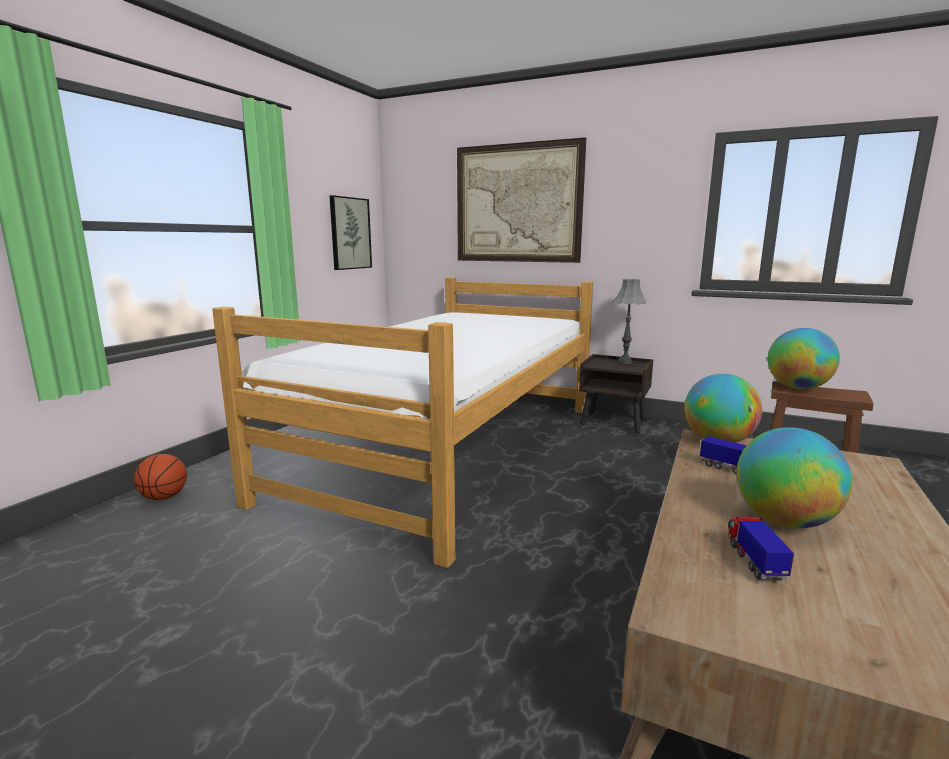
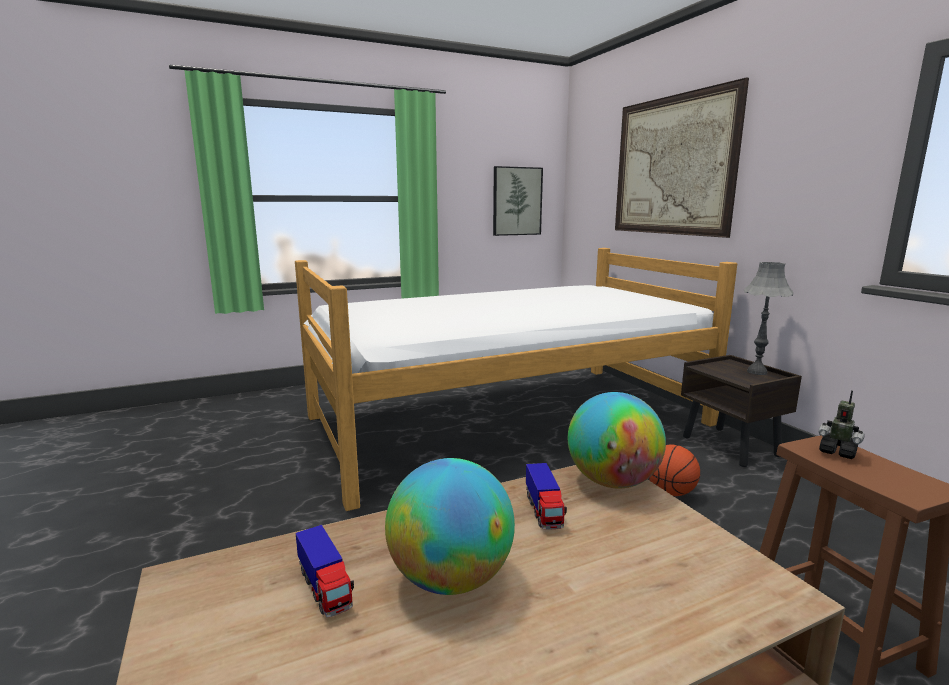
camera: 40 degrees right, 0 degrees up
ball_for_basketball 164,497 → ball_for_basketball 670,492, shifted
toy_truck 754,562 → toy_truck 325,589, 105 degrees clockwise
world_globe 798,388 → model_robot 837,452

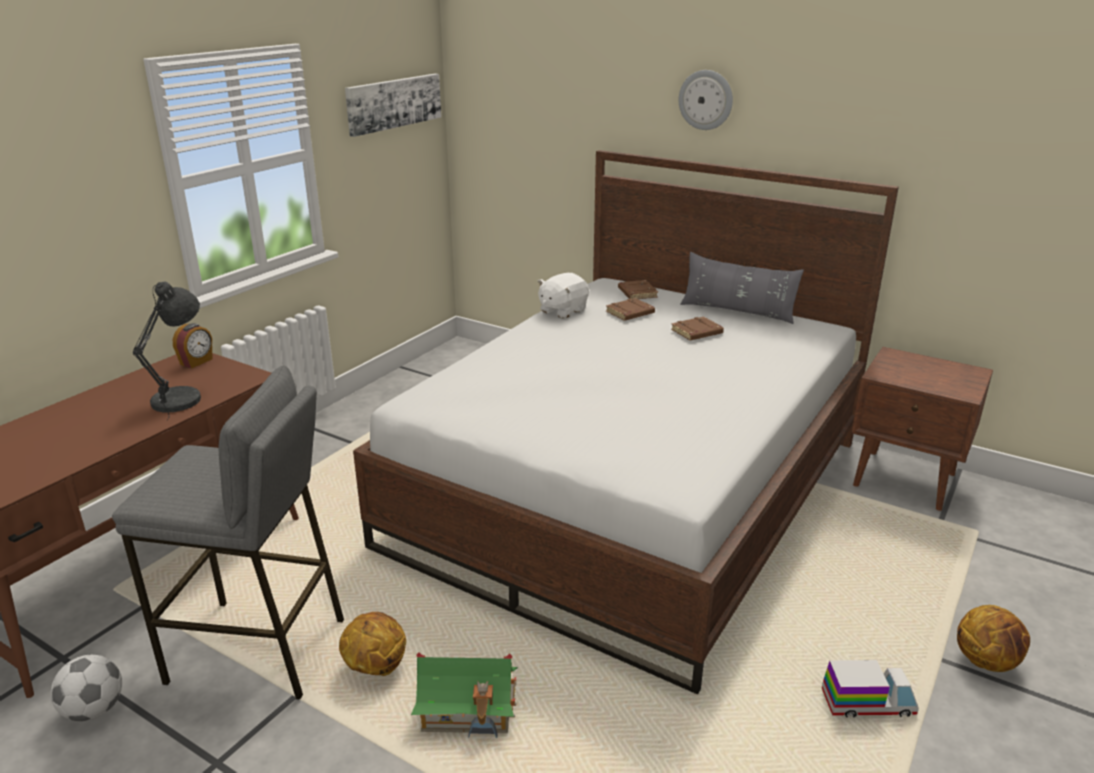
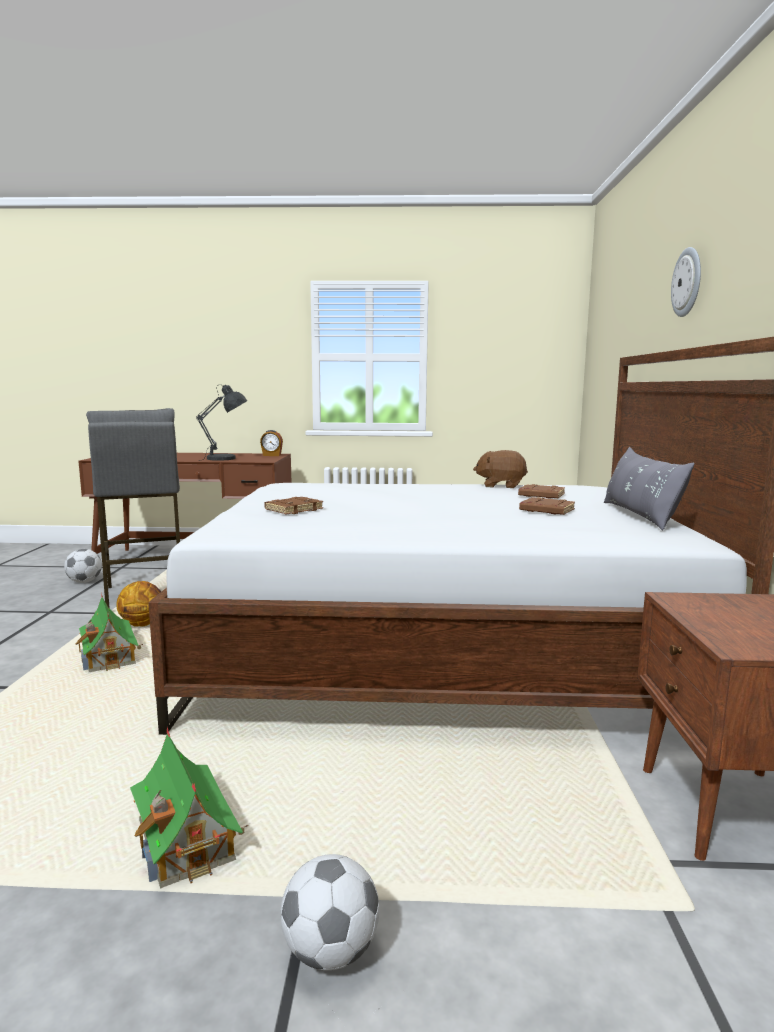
camera: 60 degrees right, 15 degrees down
wall_art 393,103 → -
white_soft_toy 562,311 → brown-coloured_soft_toy 501,485
brown-coloured_bound_book 636,293 → brown-coloured_bound_book 294,509, shifted
toy_truck 867,704 → miniature_house 185,841
ball_for_basketball 987,661 → football 330,951

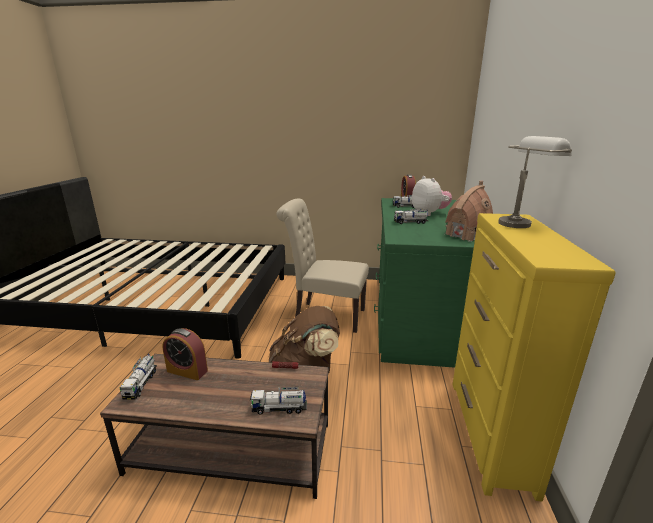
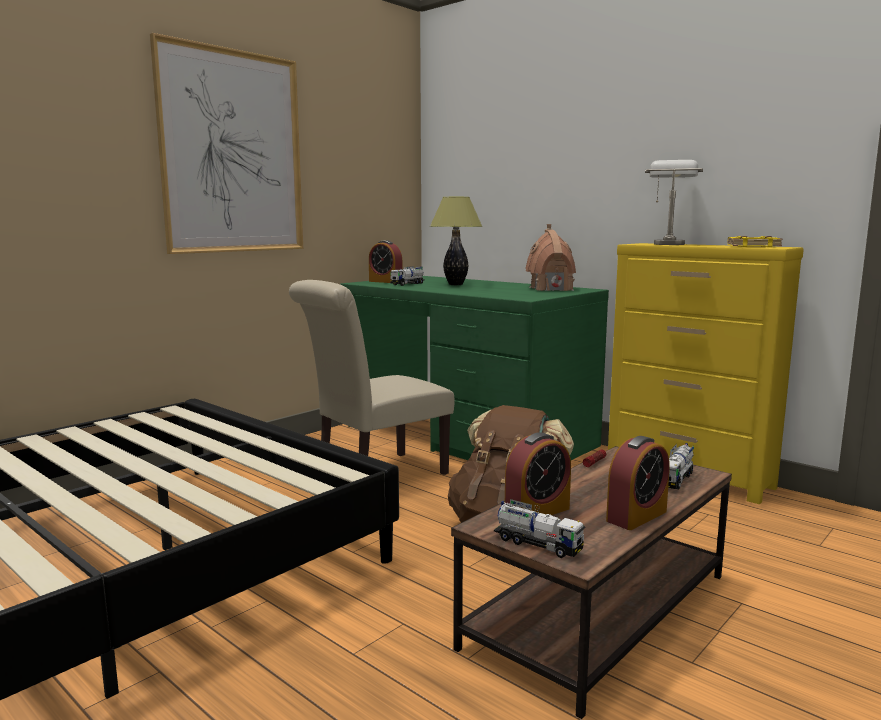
camera: 55 degrees left, 10 degrees down
toy_truck 410,222 → -
soft_toy 429,213 → lamp_for_a_table 455,284
- → wall_art 233,152
- → table_clock 636,516
- → yellow_bound_book 753,246

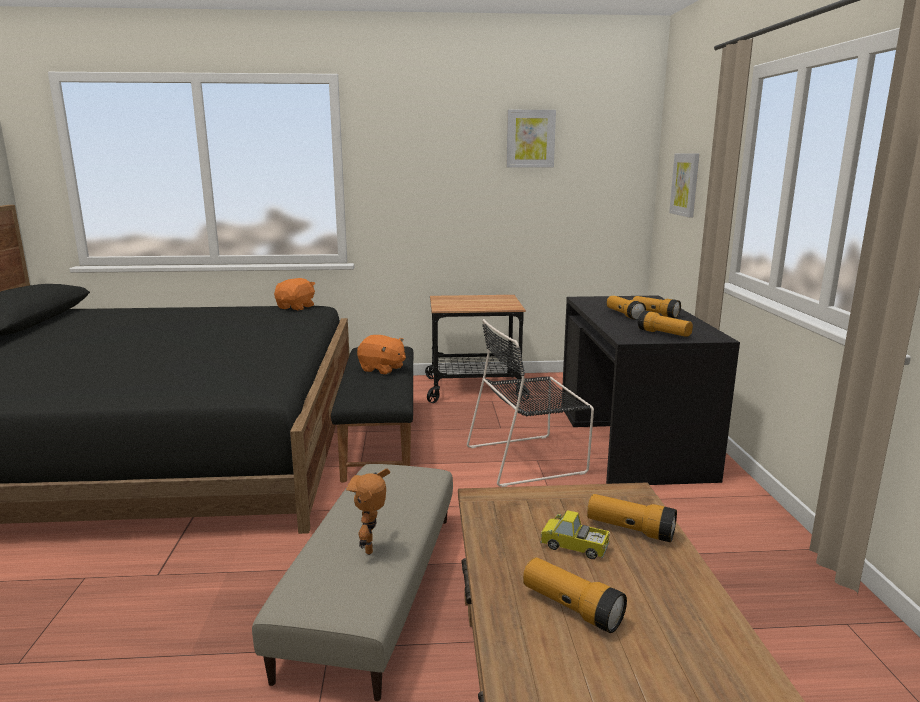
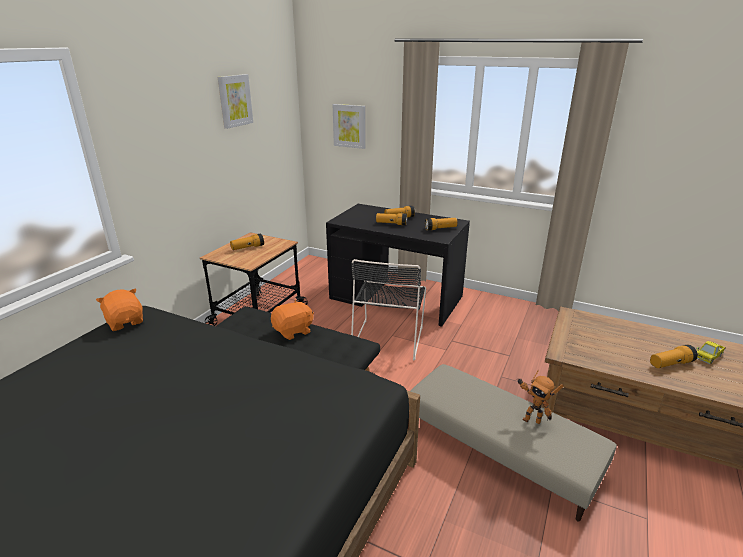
camera: 60 degrees left, 10 degrees up
toy_truck 574,547 → toy_truck 708,357, shifted
hand_torch 630,530 → hand_torch 247,248, shifted

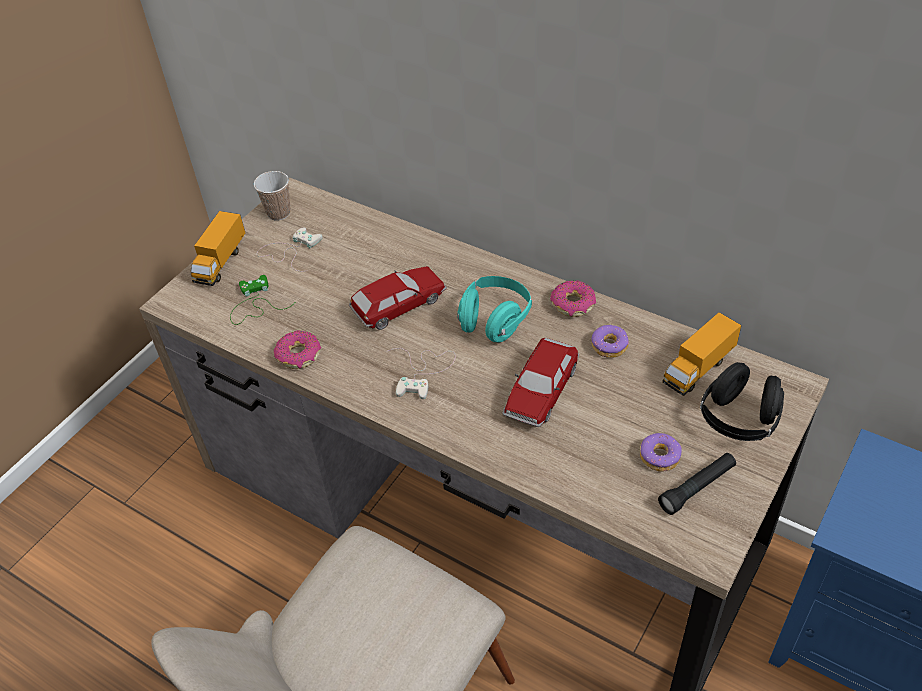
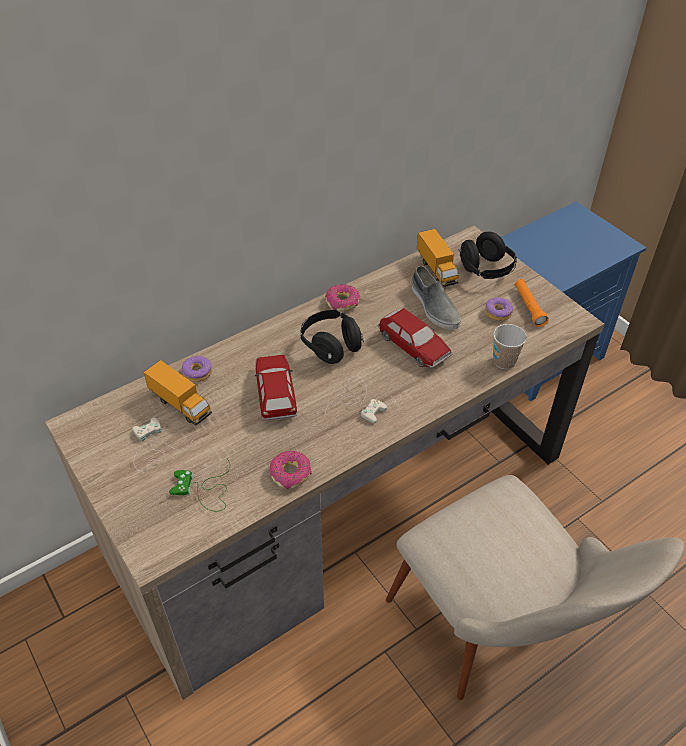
camera: 70 degrees left, 0 degrees up
toy_truck 221,262 → toy_truck 180,405, shifted
drinking_cup 278,213 → drinking_cup 504,361, shifted
blue-green_headset 494,320 → blackish_headset 331,346
doughnut 609,346 → doughnut 198,372, shifted
blackish_hand_torch 697,488 → orange-coloured_hand_torch 529,307
- → greyish_low_shoe 434,306

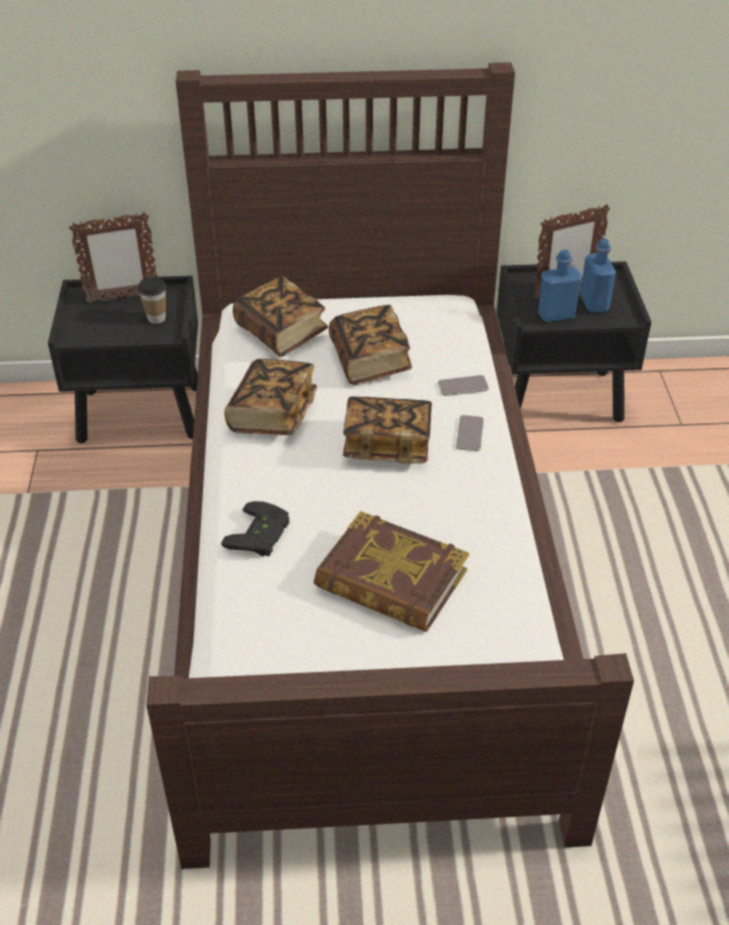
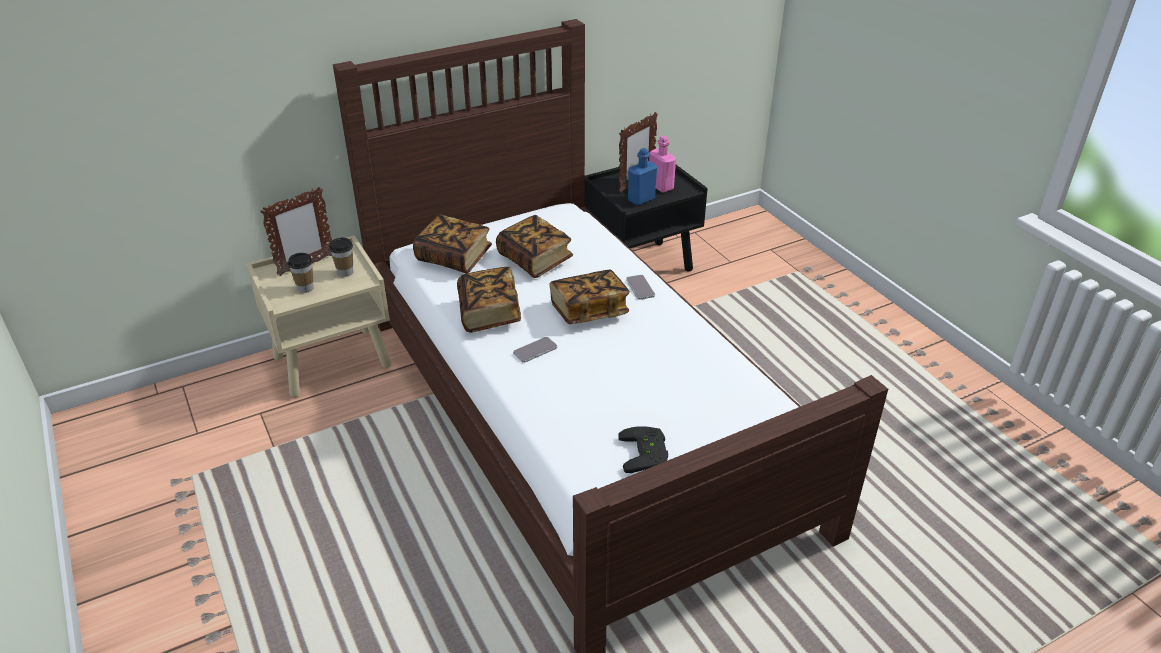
camera: 25 degrees left, 5 degrees down
blackish_nightstand 142,413 → beige-coloured_nightstand 333,361
blackish_joypad 261,535 → blackish_joypad 647,453, shifted
bound_book 390,581 → -
phone 463,386 → phone 535,350, shifted
bluish_beverage_bottle 594,304 → pinkish_beverage_bottle 660,186
- → drinking_cup 305,288

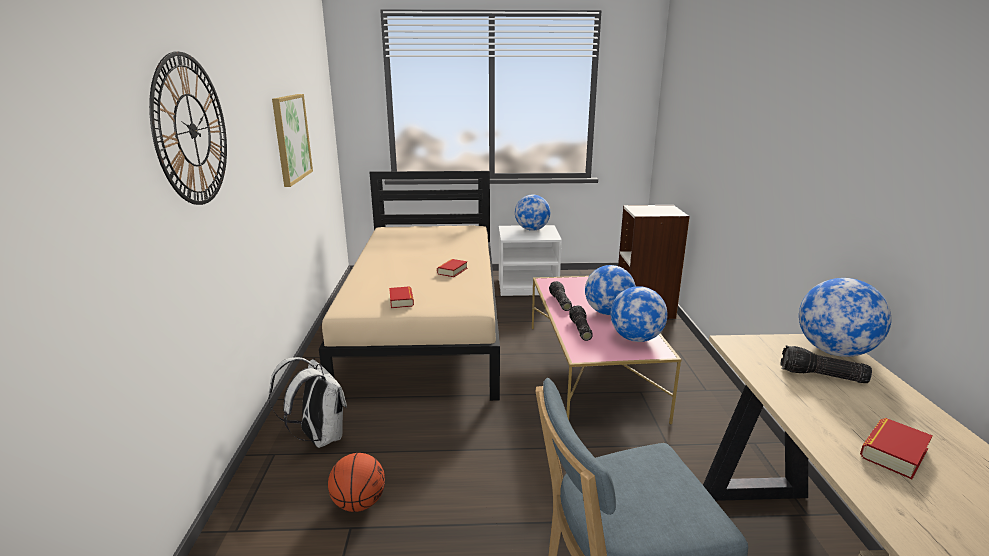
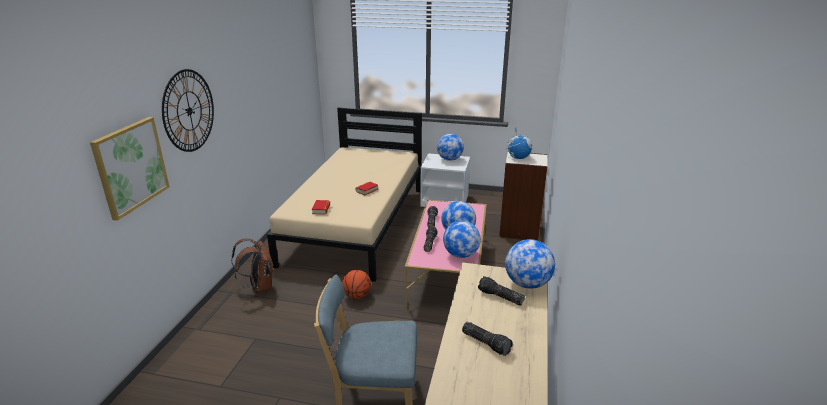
camera: 15 degrees right, 5 degrees up
white_backpack 318,437 → brown-coloured_backpack 259,287
wall_art 291,138 → wall_art 131,166, shifted
ball_for_basketball 358,503 → ball_for_basketball 357,296, shifted
bound_book 893,453 → hand_torch 486,343
- → world_globe 518,158

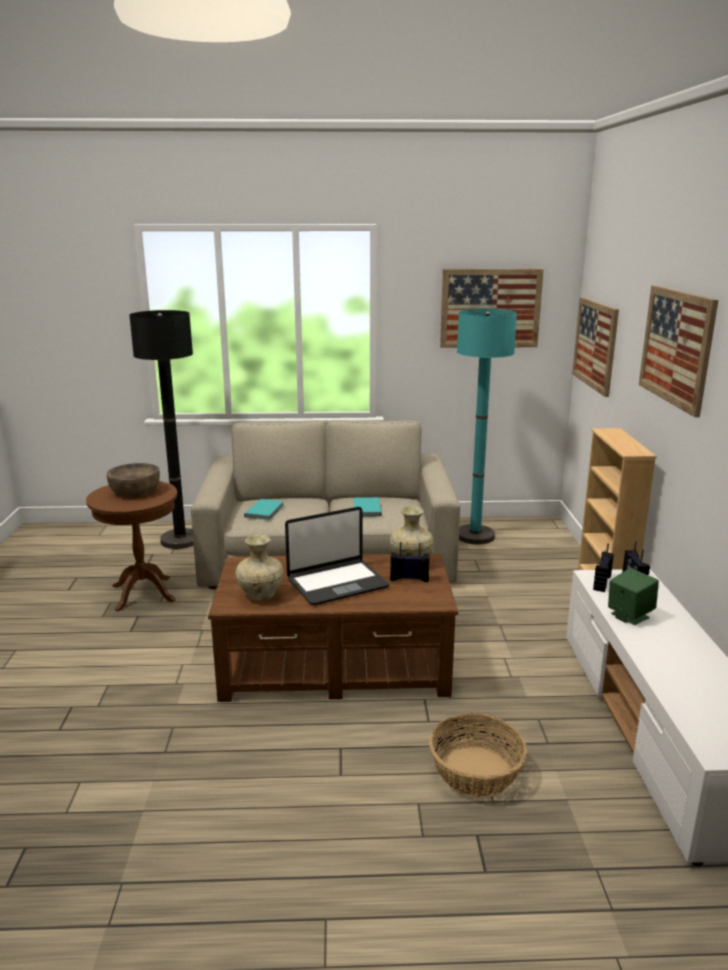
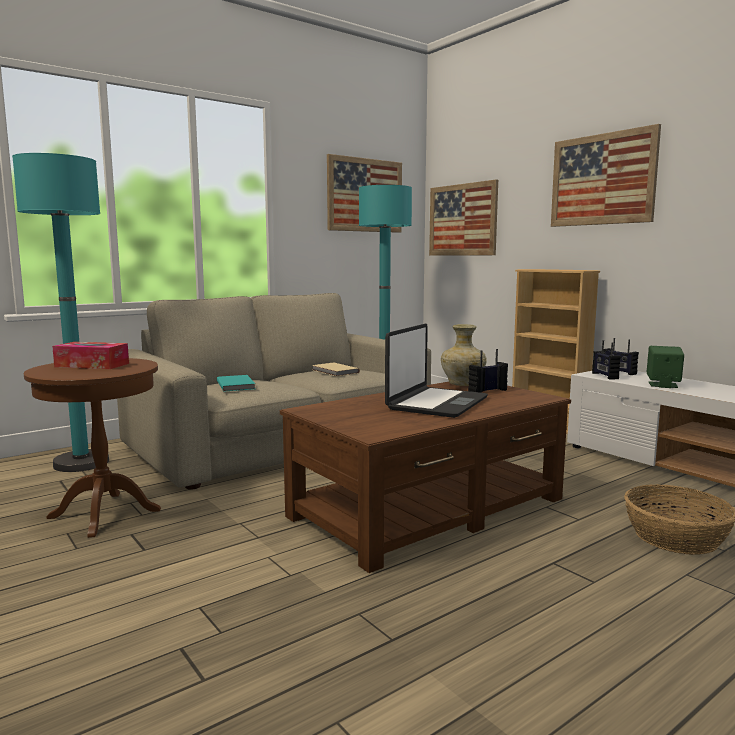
camera: 35 degrees left, 10 degrees down
brown-coloured_serving_bowl 135,491 → tissue_box 92,365
blackish_floor_lamp 180,540 → blue-green_floor_lamp 81,463
beige-coloured_flower_vase 260,595 → -
blue-green_bound_book 366,509 → beige-coloured_bound_book 334,371

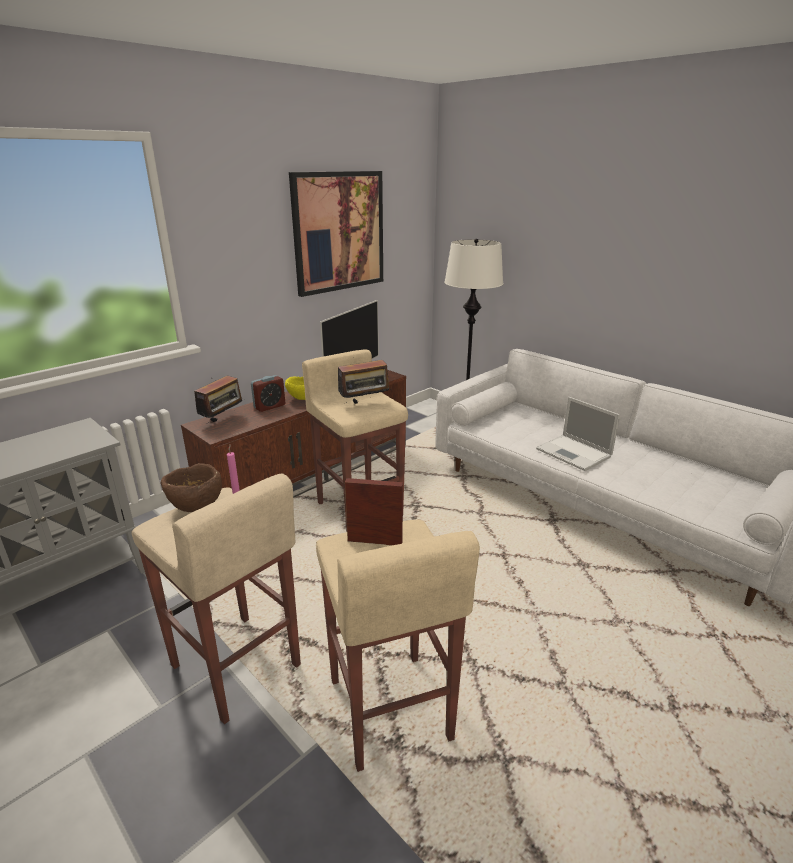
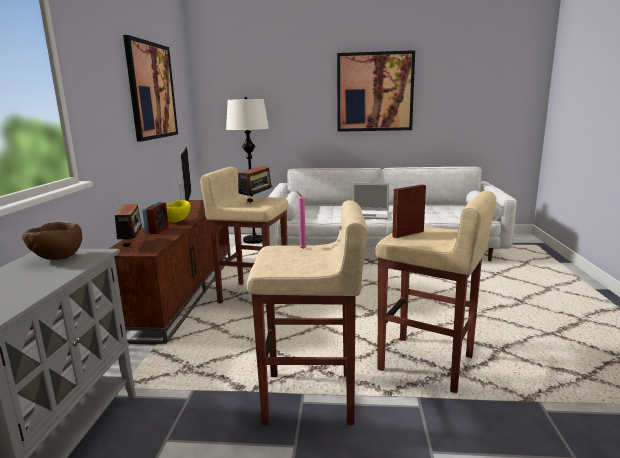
camera: 40 degrees left, 10 degrees down
brown-coloured_serving_bowl 195,506 → brown-coloured_serving_bowl 57,258, shifted
- → wall_art 375,92

